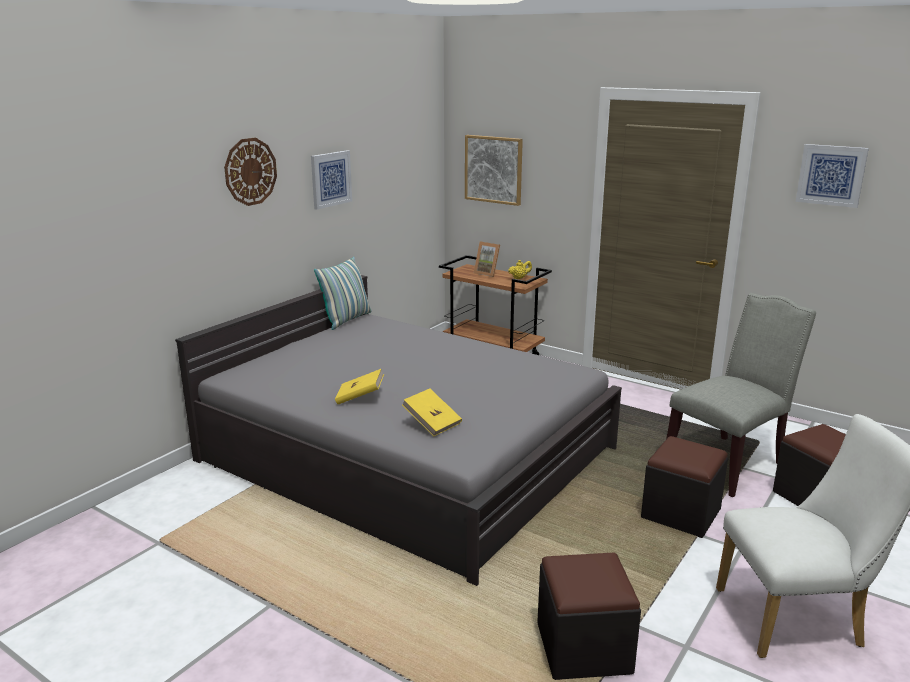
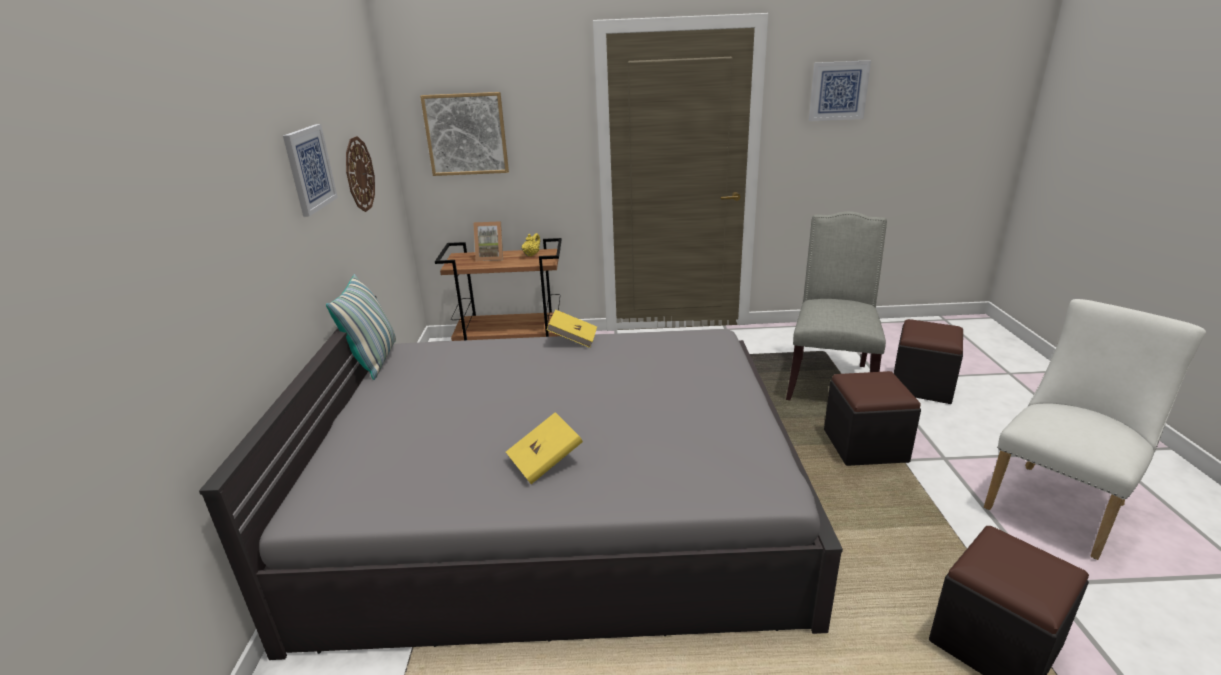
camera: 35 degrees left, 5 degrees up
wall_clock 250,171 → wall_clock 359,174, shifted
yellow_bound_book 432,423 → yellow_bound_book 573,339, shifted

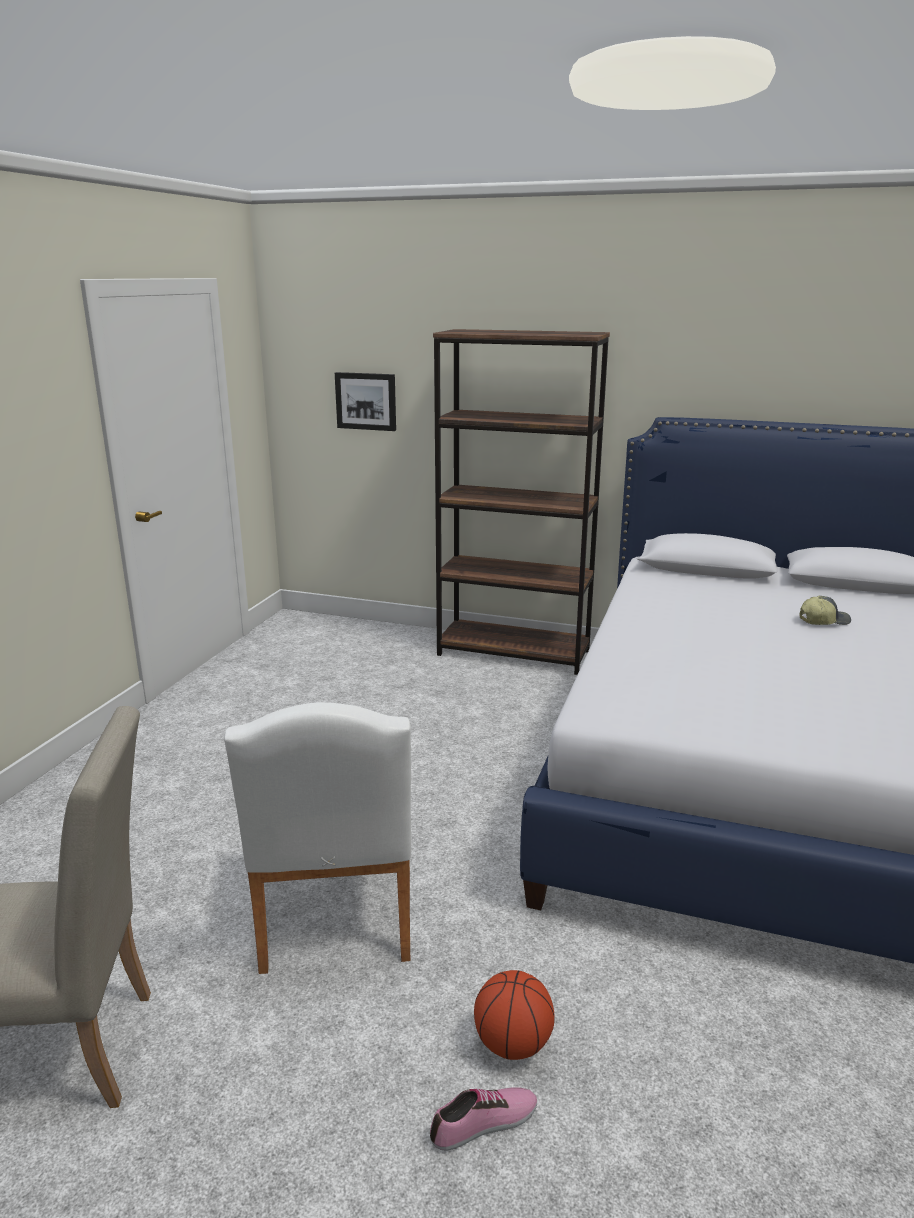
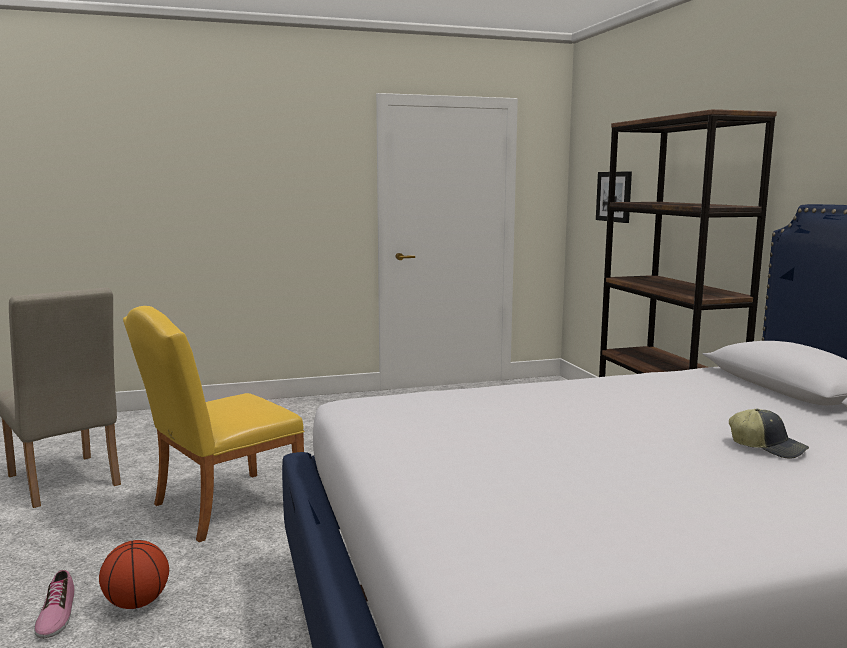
camera: 55 degrees right, 10 degrees down
white_plain_chair 335,921 → yellow_plain_chair 219,507
low_shoe 484,1124 → low_shoe 56,615, 45 degrees clockwise

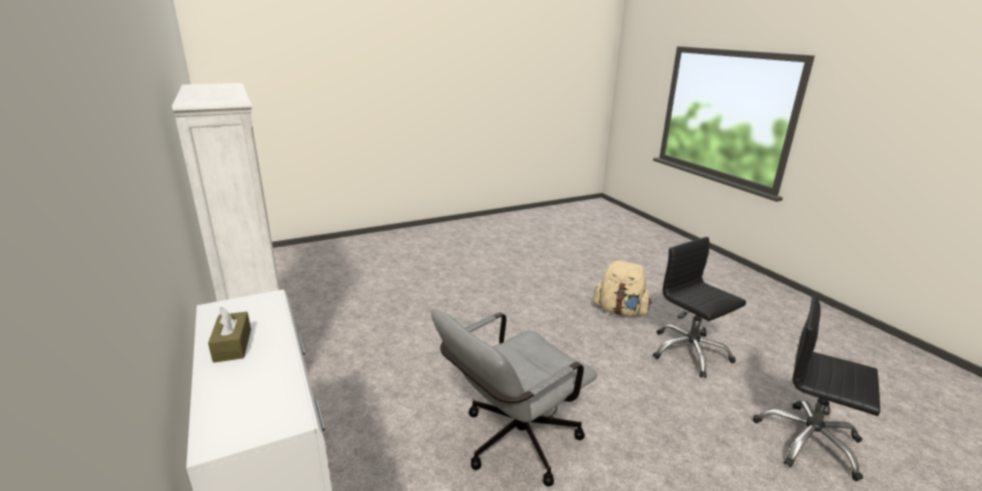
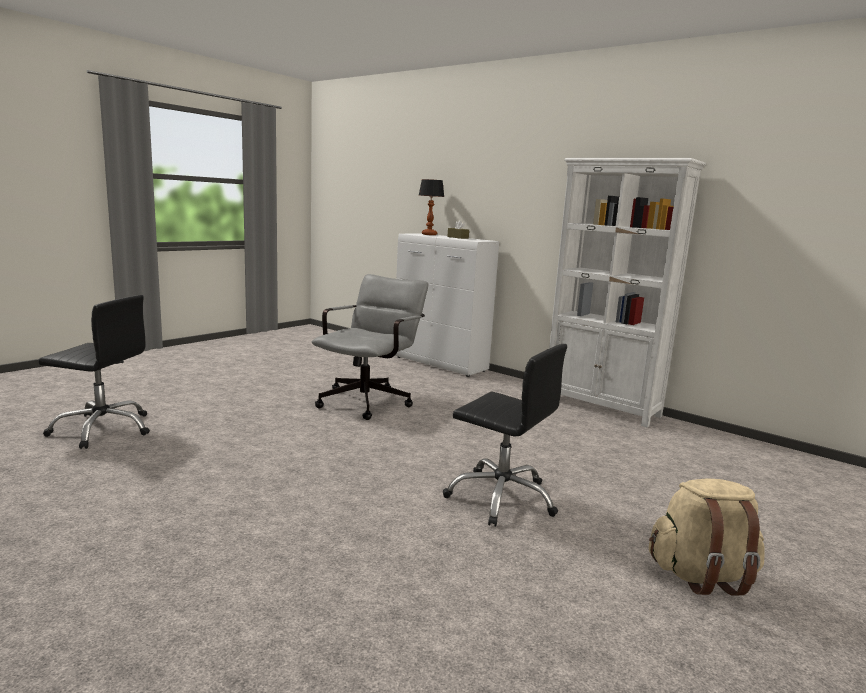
camera: 155 degrees right, 10 degrees down
beige-coloured_backpack 620,311 → beige-coloured_backpack 702,576, shifted
blackish_computer_chair 689,352 → blackish_computer_chair 501,497, shifted
- → lamp_for_a_table 429,234

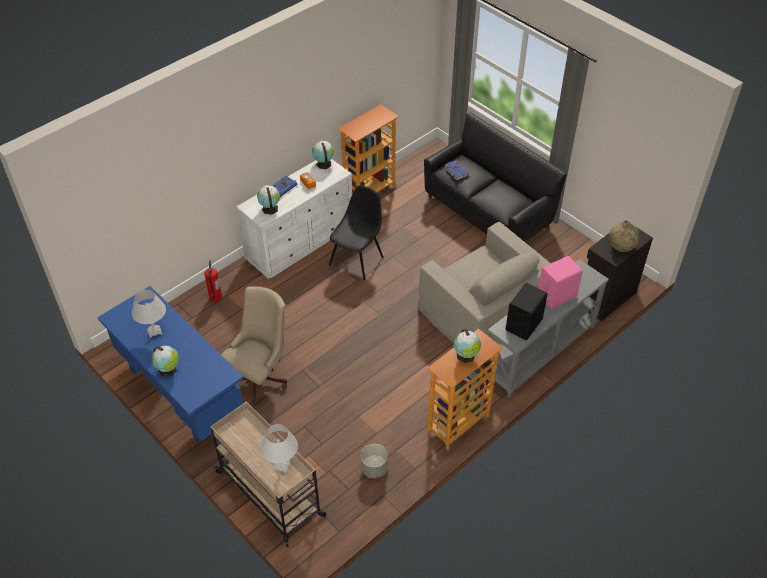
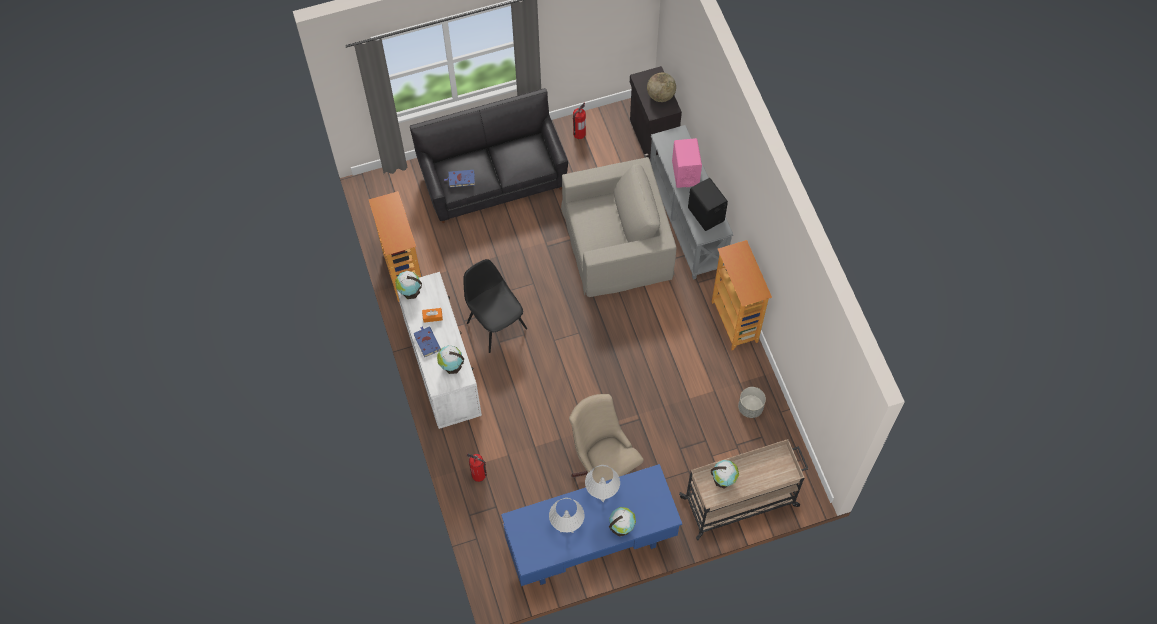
camera: 65 degrees left, 15 degrees up
white_lamp_for_a_table 281,465 → white_lamp_for_a_table 602,493, shifted
world_globe 466,356 → world_globe 724,479, shifted
- → fire_extinguisher 579,134

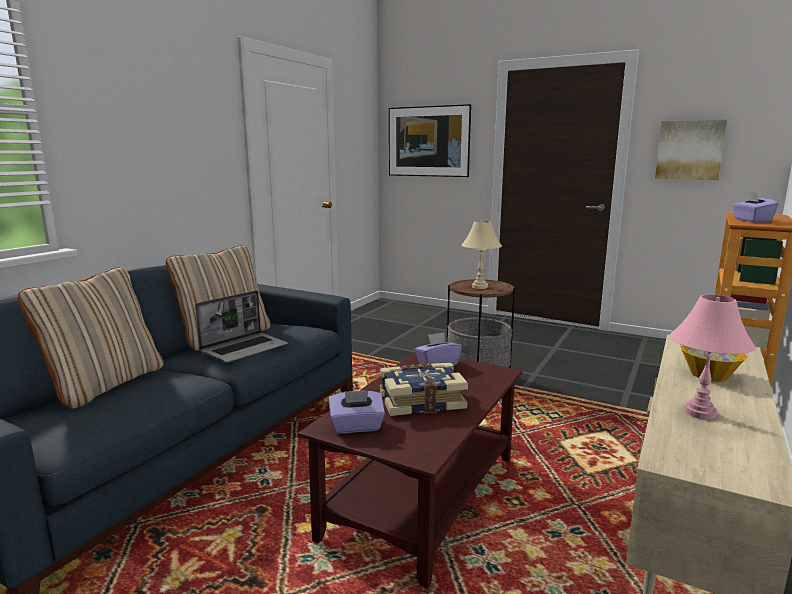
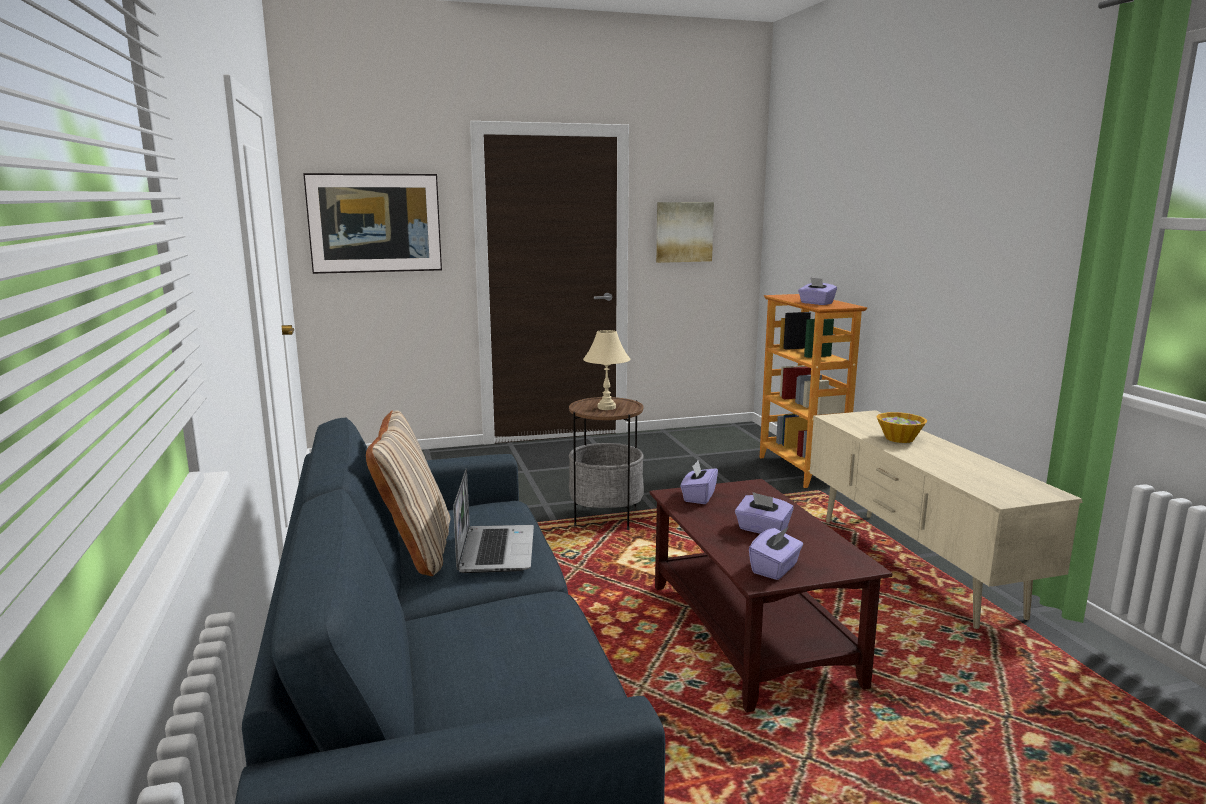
camera: 45 degrees left, 0 degrees up
beige-coloured_pillow 105,384 → -
bound_book 421,401 → purple-coloured_tissue_box 762,530
pinkish_lamp_for_a_table 700,412 → -

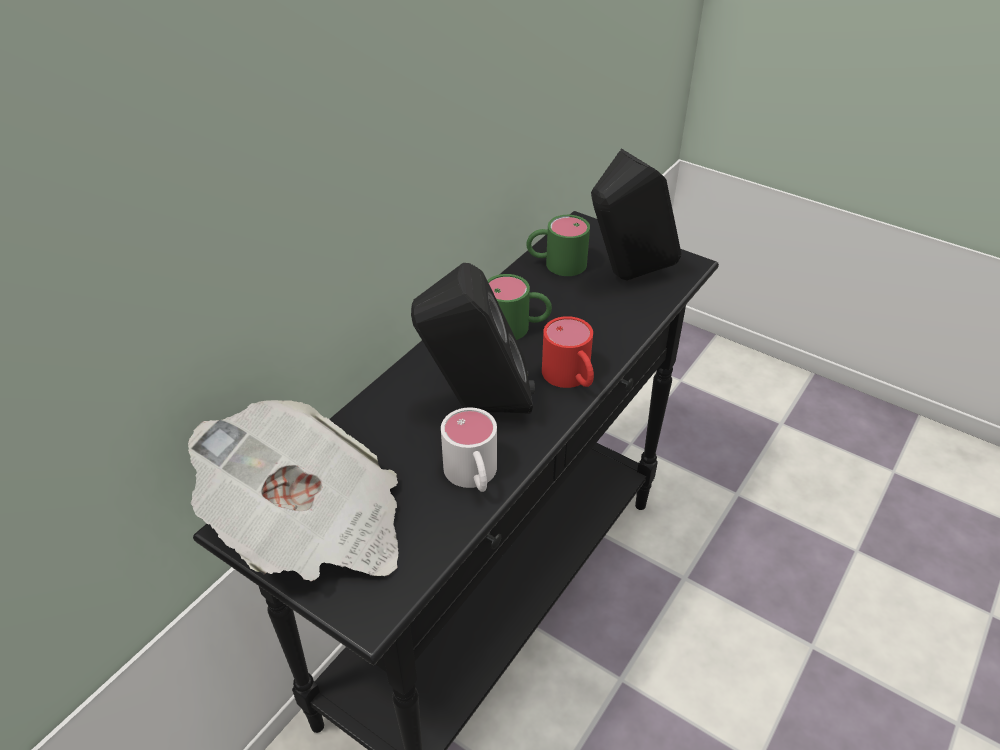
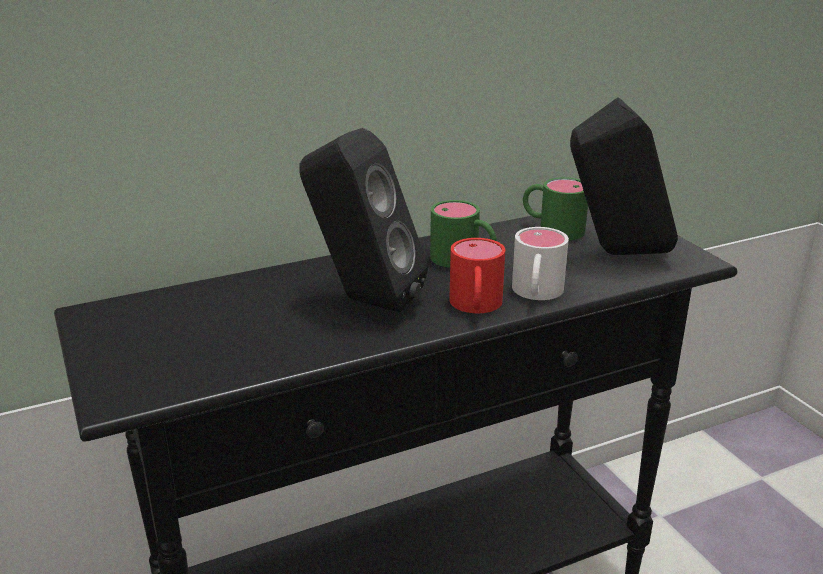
camera: 30 degrees right, 15 degrees down
daily_paper 313,526 → -
white_mug 473,476 → white_mug 536,293, shifted

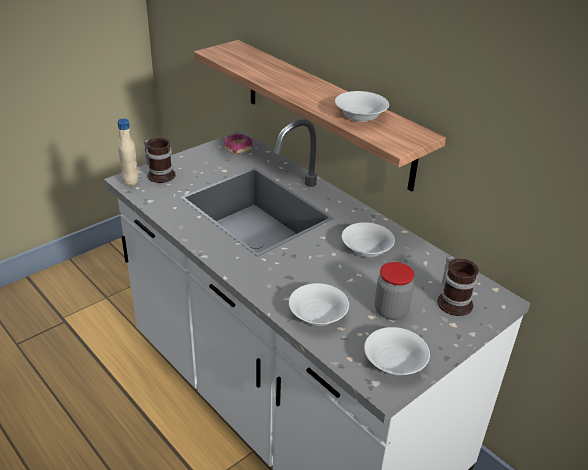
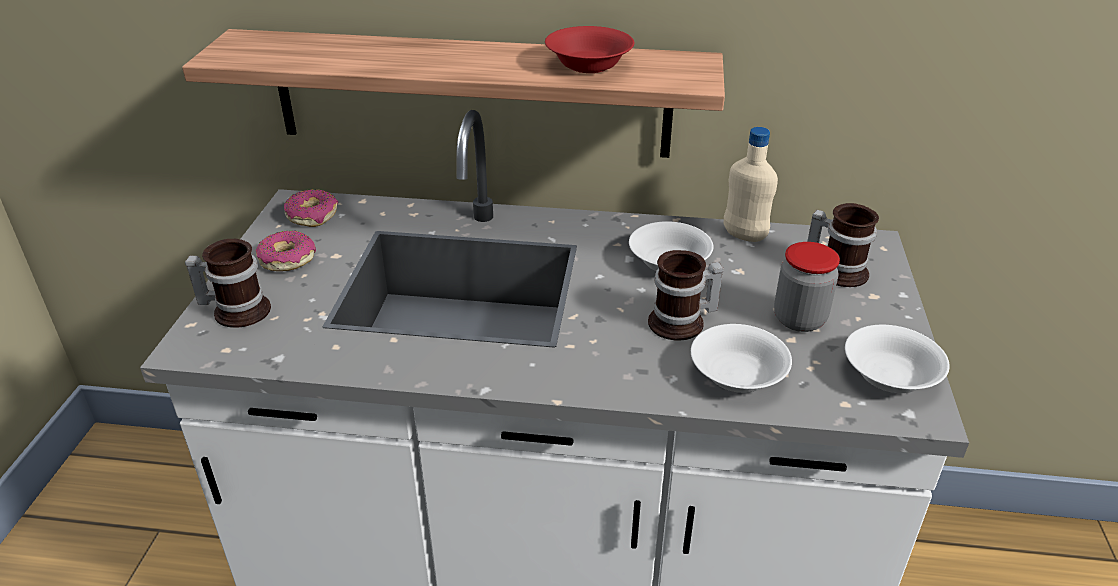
camera: 40 degrees left, 0 degrees up
beige-coloured_beverage_bottle 130,181 → beige-coloured_beverage_bottle 744,236, shifted
white_serving_bowl 359,116 → red-coloured_serving_bowl 587,65
- → doughnut 287,259
- → mug 682,324

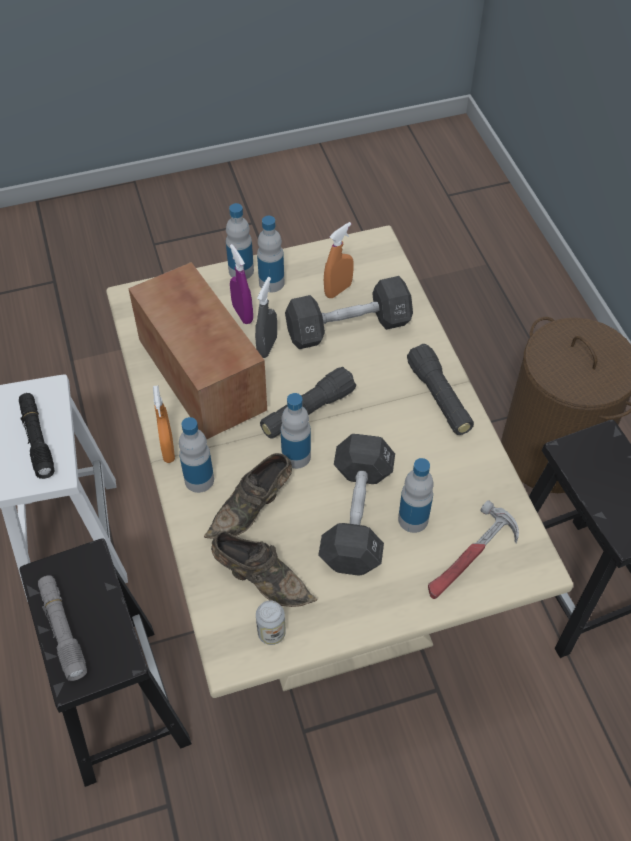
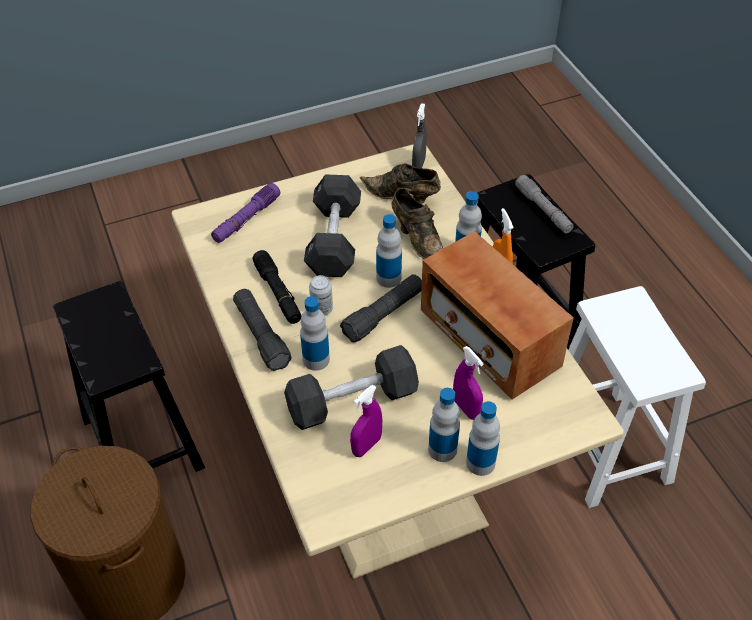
camera: 175 degrees right, 5 degrees down
blackish_hand_torch 37,439 → blackish_hand_torch 278,293, shifted
brown-coloured_low_shoe 253,508 → brown-coloured_low_shoe 417,239, 105 degrees clockwise
greyish_sprayer 267,347 → greyish_sprayer 418,165, shifted
metal_can 271,633 → metal_can 321,309, shifted
orange-coloured_sprayer 338,290 → purple-coloured_sprayer 366,446
beverage_bottle 413,519 → beverage_bottle 316,359, shifted
tool_hammer 470,558 → purple-coloured_hand_torch 246,219

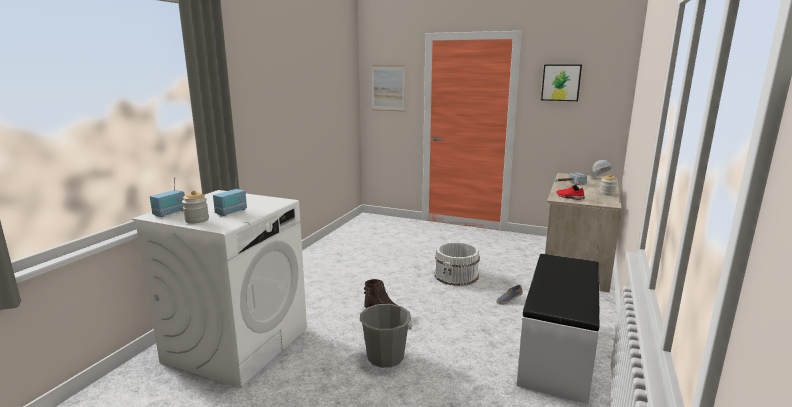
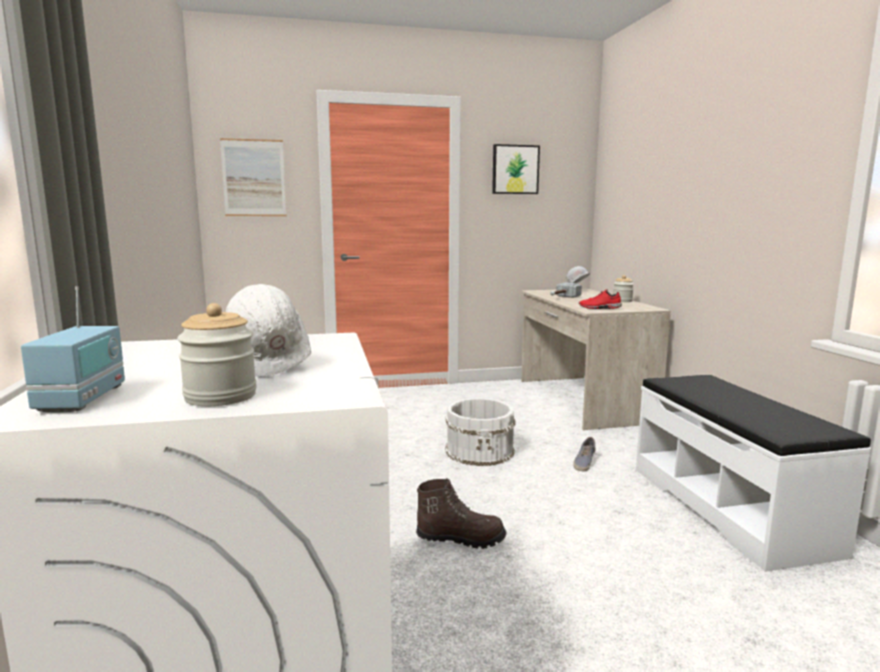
camera: 35 degrees left, 5 degrees down
radio 231,212 → white_safety_helmet 270,368
greyish_bucket 385,357 → -

